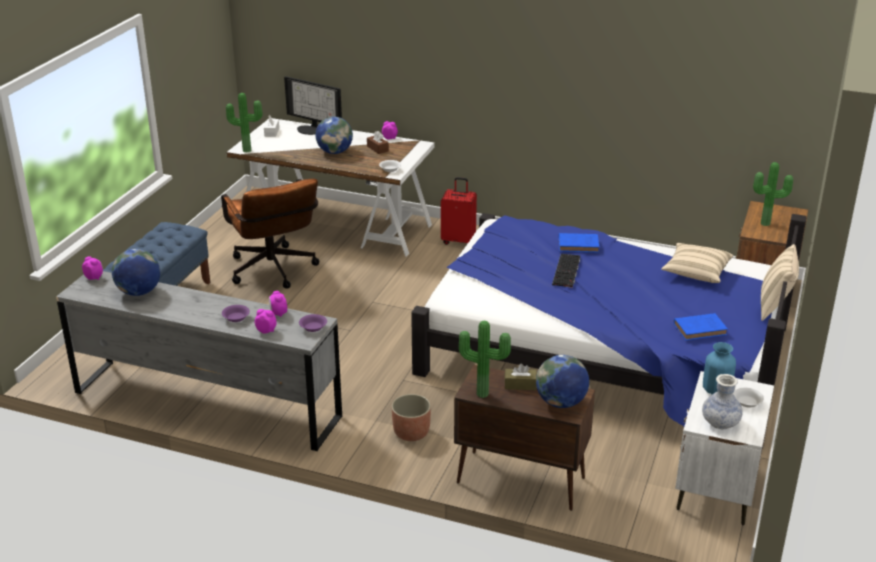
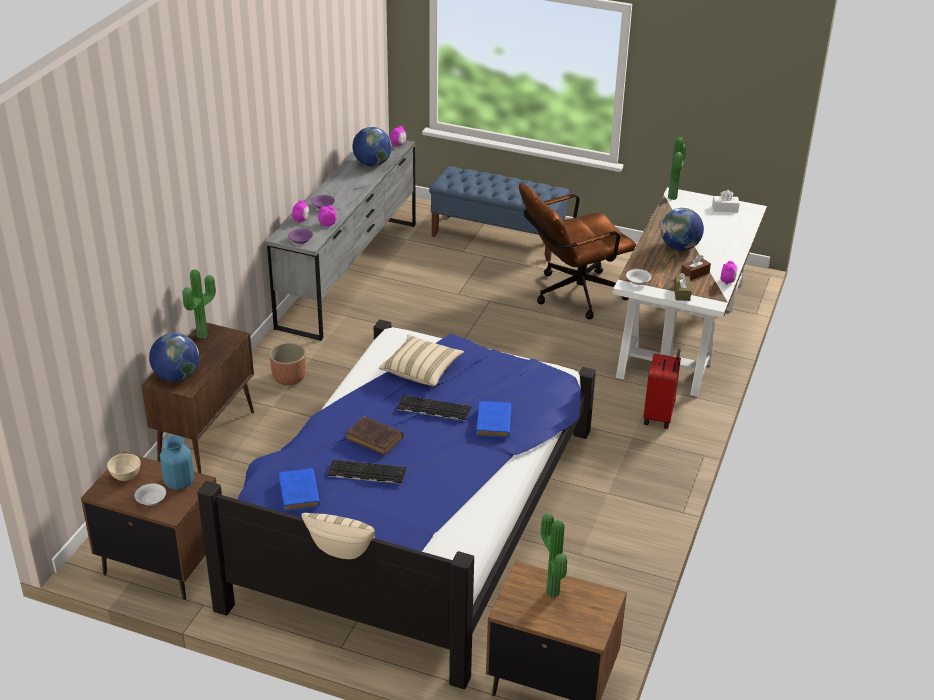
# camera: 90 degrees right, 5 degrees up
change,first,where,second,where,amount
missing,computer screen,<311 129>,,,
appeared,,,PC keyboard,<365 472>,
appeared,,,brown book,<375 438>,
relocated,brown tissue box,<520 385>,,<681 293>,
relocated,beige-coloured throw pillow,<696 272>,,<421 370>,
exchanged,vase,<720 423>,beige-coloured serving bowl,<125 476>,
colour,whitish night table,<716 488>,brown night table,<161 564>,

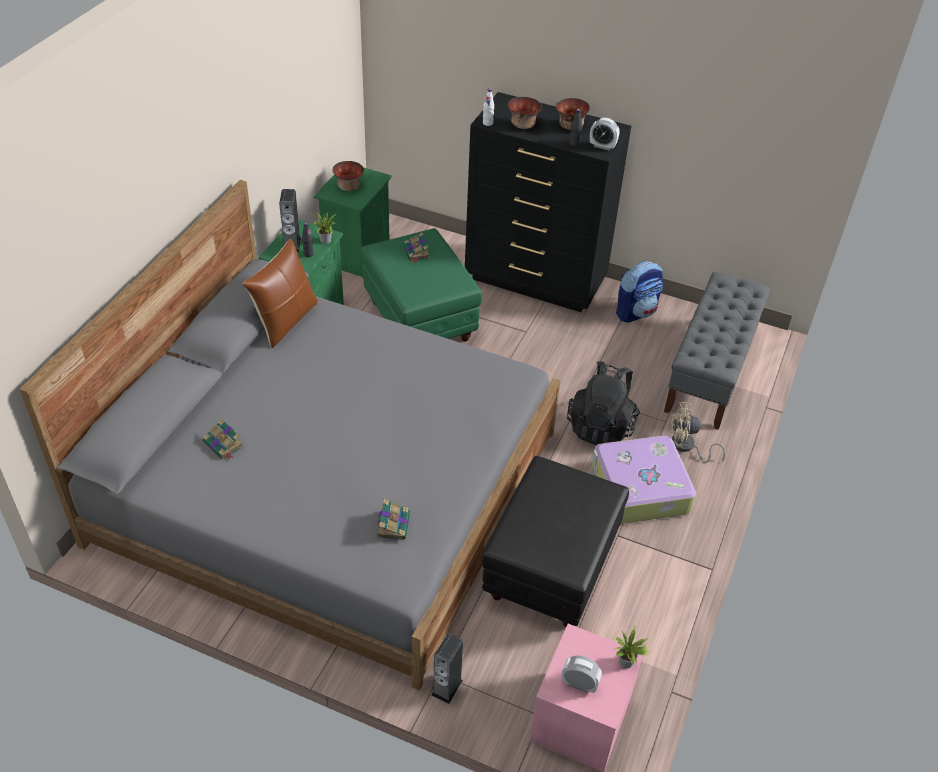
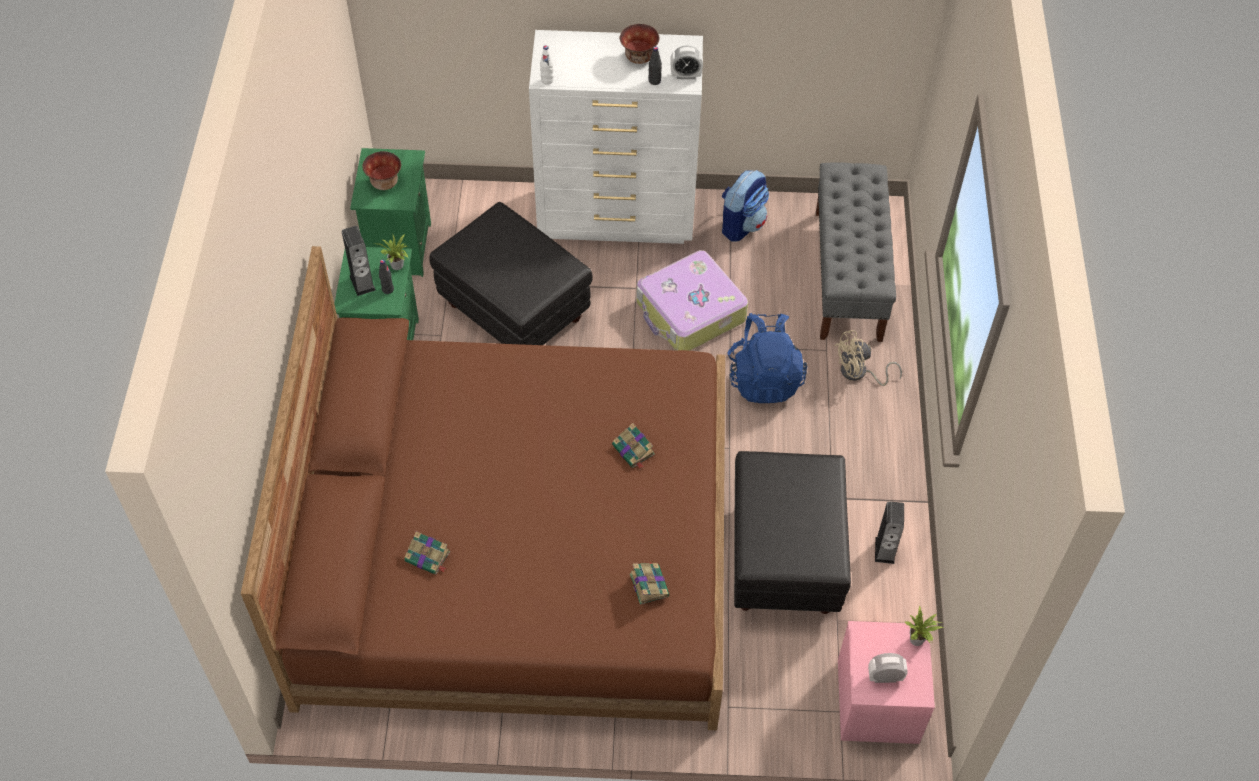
# camera: 20 degrees left, 10 degrees up
change,first,where,second,where,amount
missing,brown throw pillow,<285 321>,,,
missing,serving bowl,<522 125>,,,
relocated,book,<417 252>,,<634 450>,
relocated,loudspeaker,<447 687>,,<884 550>,
relocated,suitcase,<639 489>,,<690 312>,
colour,gray bed,<328 486>,brown bed,<517 547>,
colour,green-coloured ottoman,<420 320>,black ottoman,<515 311>,
colour,black drawer chest,<536 280>,whitish drawer chest,<617 218>,
colour,black rucksack,<601 426>,bluish rucksack,<764 378>,

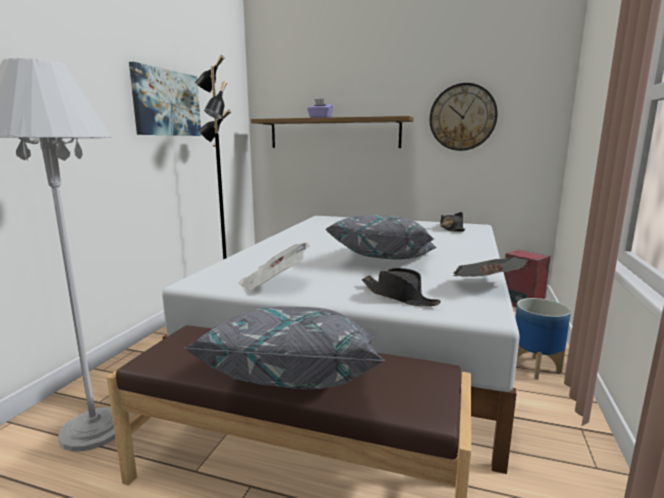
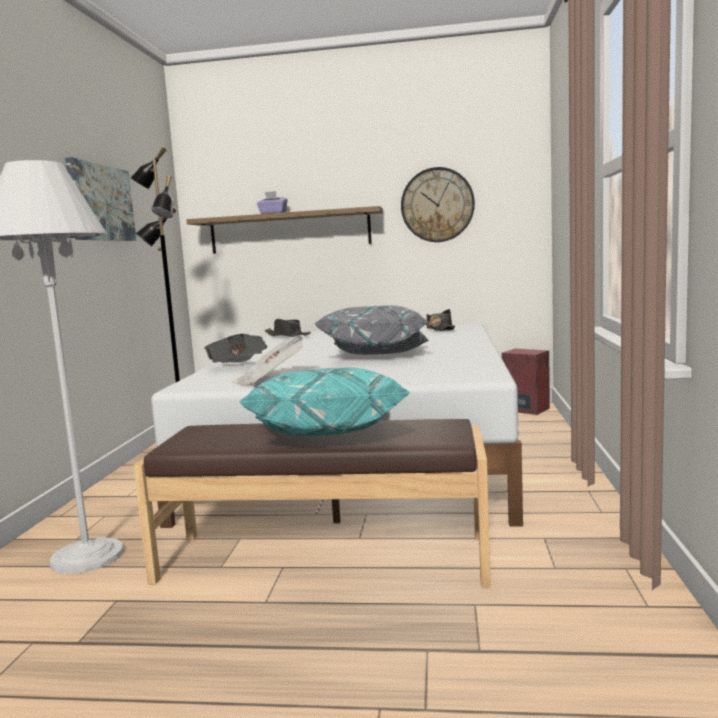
# camera: 10 degrees left, 5 degrees down
change,first,where,second,where,amount
missing,plant pot,<534 368>,,,
relocated,black clothing hat,<399 296>,,<288 336>,
relocated,printed paper,<486 286>,,<238 367>,
colour,gray throw pillow,<297 375>,blue-green throw pillow,<326 438>,

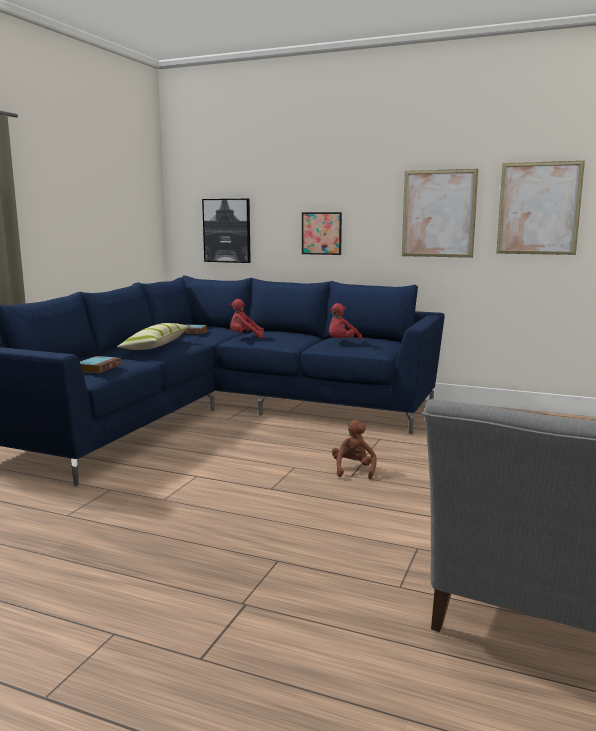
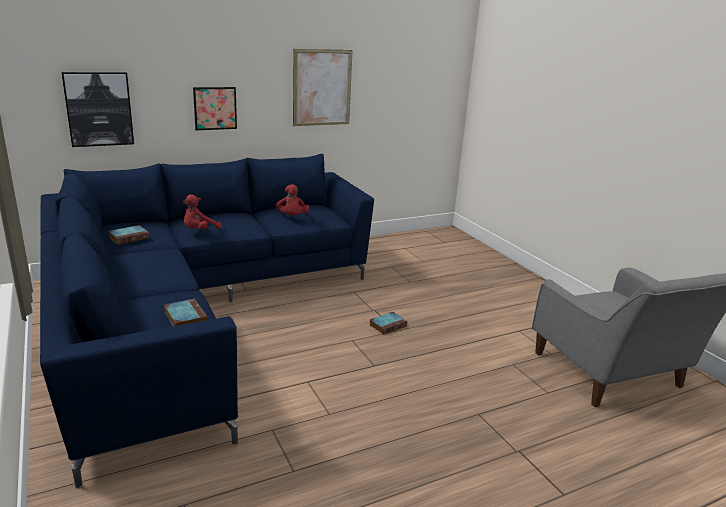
# camera: 50 degrees left, 10 degrees up
change,first,where,second,where,amount
missing,throw pillow,<156 346>,,,
missing,wall picture,<538 208>,,,
exchanged,brown plush toy,<353 470>,book,<388 325>,

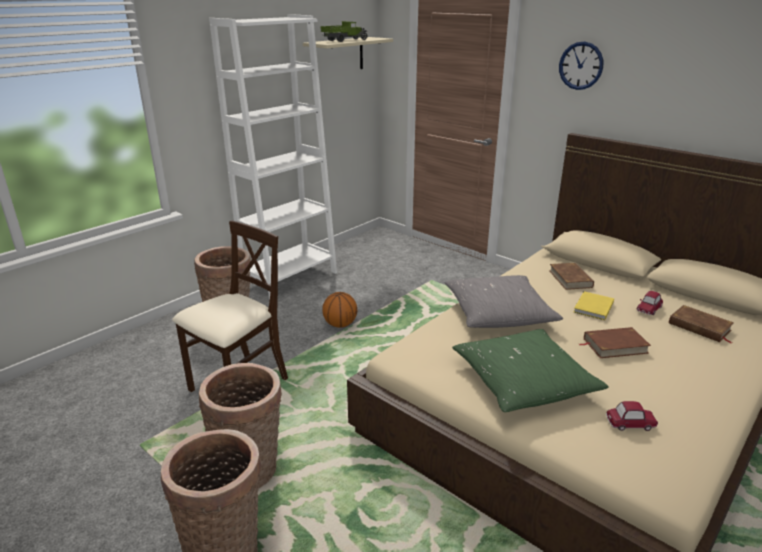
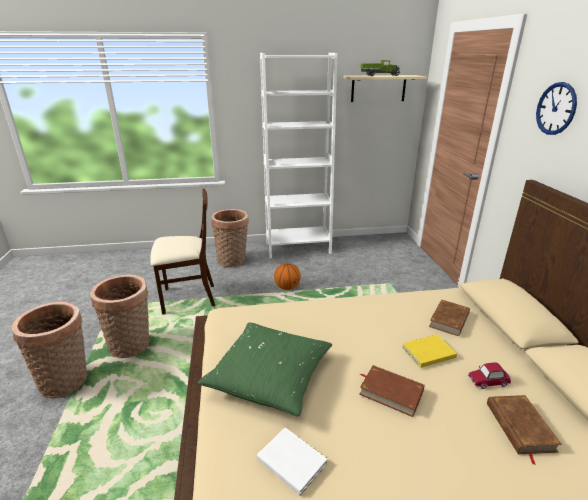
# camera: 40 degrees right, 0 degrees up
change,first,where,second,where,amount
missing,gray throw pillow,<498 313>,,,
exchanged,model car,<630 423>,whitish book,<291 459>,

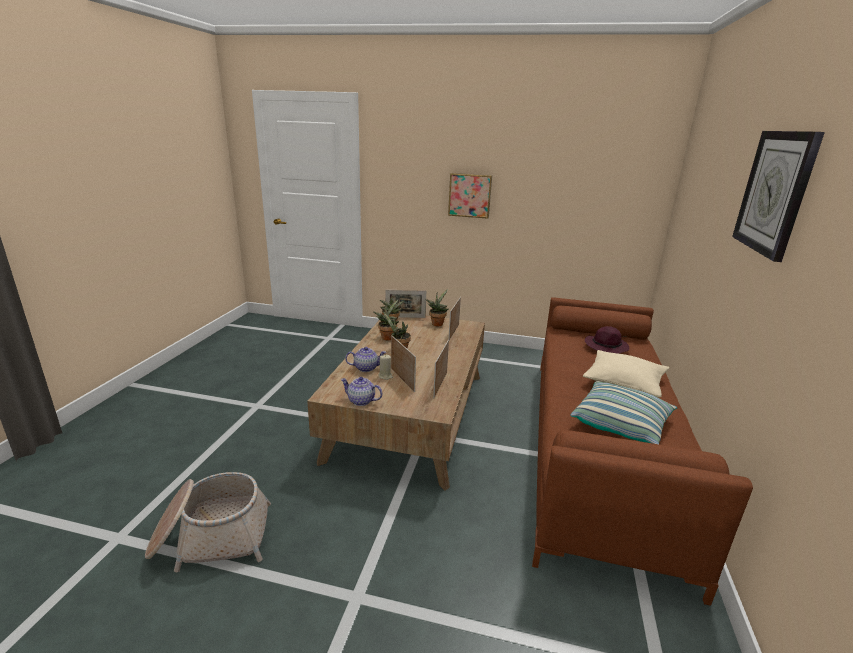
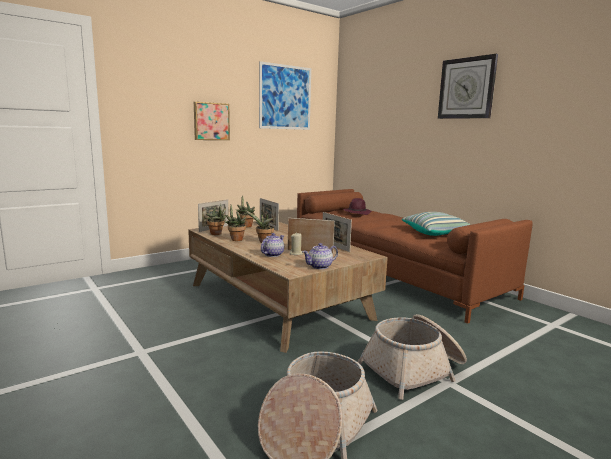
# camera: 50 degrees left, 10 degrees down
change,first,where,second,where,amount
missing,beige-coloured throw pillow,<624 383>,,,
appeared,,,wall picture,<285 97>,
appeared,,,storage basket,<414 370>,

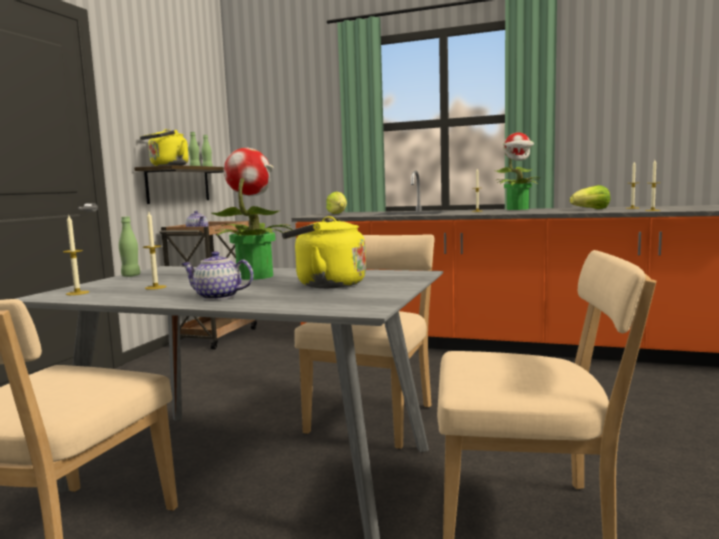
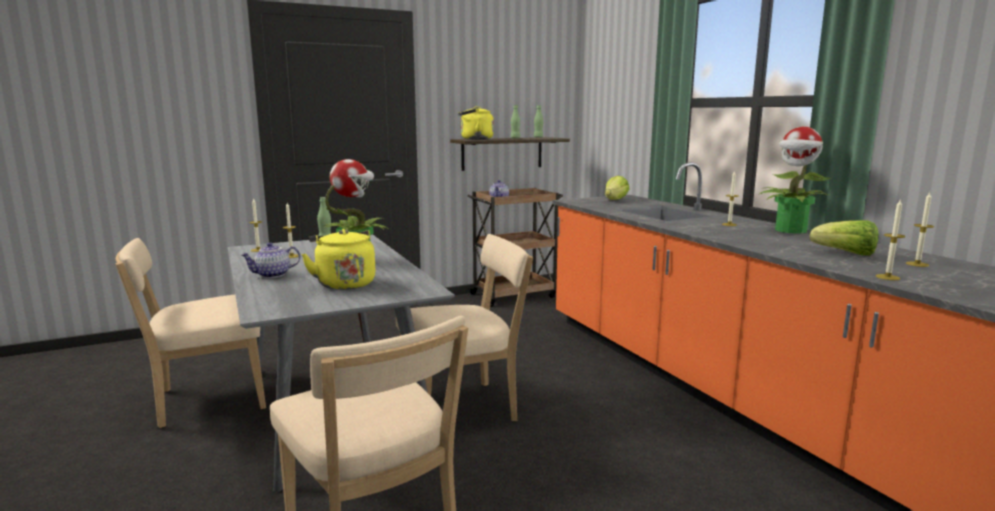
# camera: 45 degrees right, 5 degrees up
change,first,where,second,where,amount
spun,tea pot,<217 297>,,<272 275>,90 degrees counterclockwise

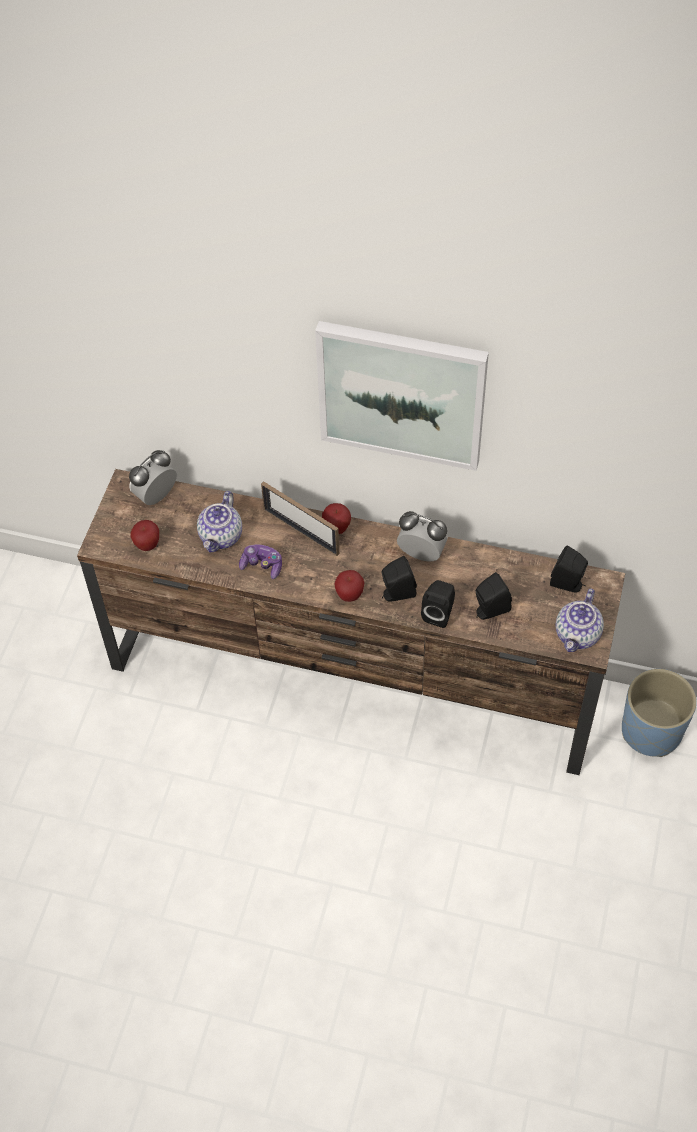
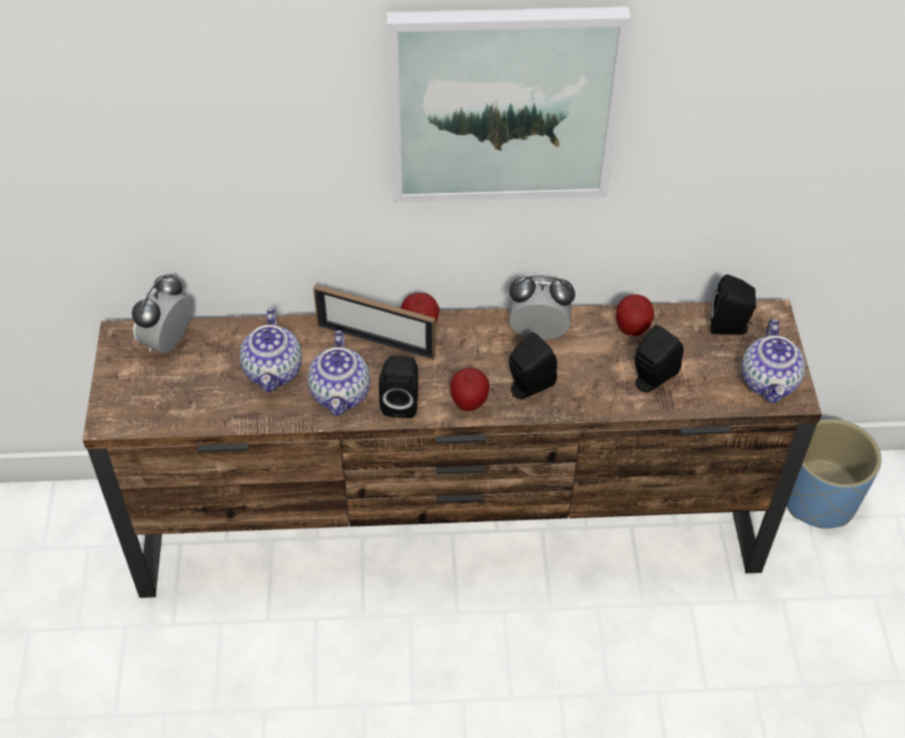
# camera: 20 degrees left, 5 degrees down
change,first,where,second,where,amount
relocated,apple fruit,<147 545>,,<632 329>,
relocated,black loudspeaker,<439 613>,,<401 401>,
exchanged,joypad,<262 565>,tea pot,<341 394>,

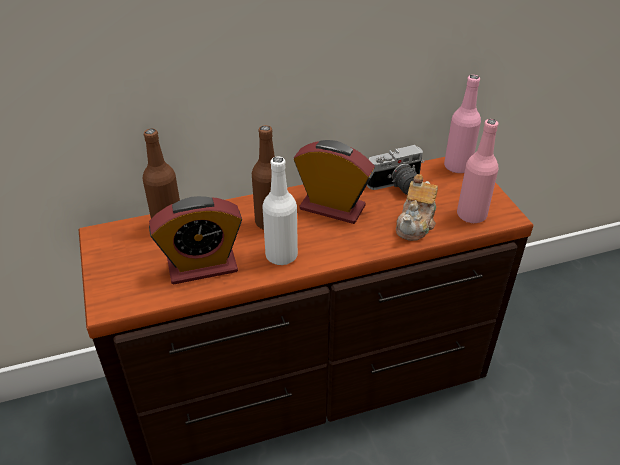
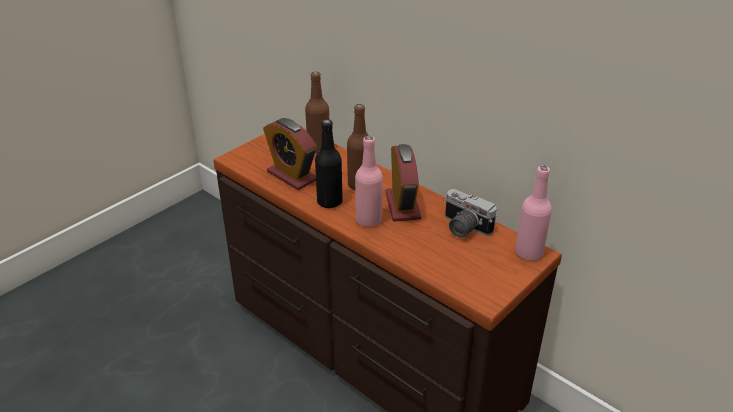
# camera: 60 degrees right, 5 degrees down
change,first,where,second,where,amount
missing,tea pot,<416 224>,,,
relocated,pink-coloured drink bottle,<471 215>,,<368 220>,
colour,whitish drink bottle,<281 255>,black drink bottle,<329 202>,

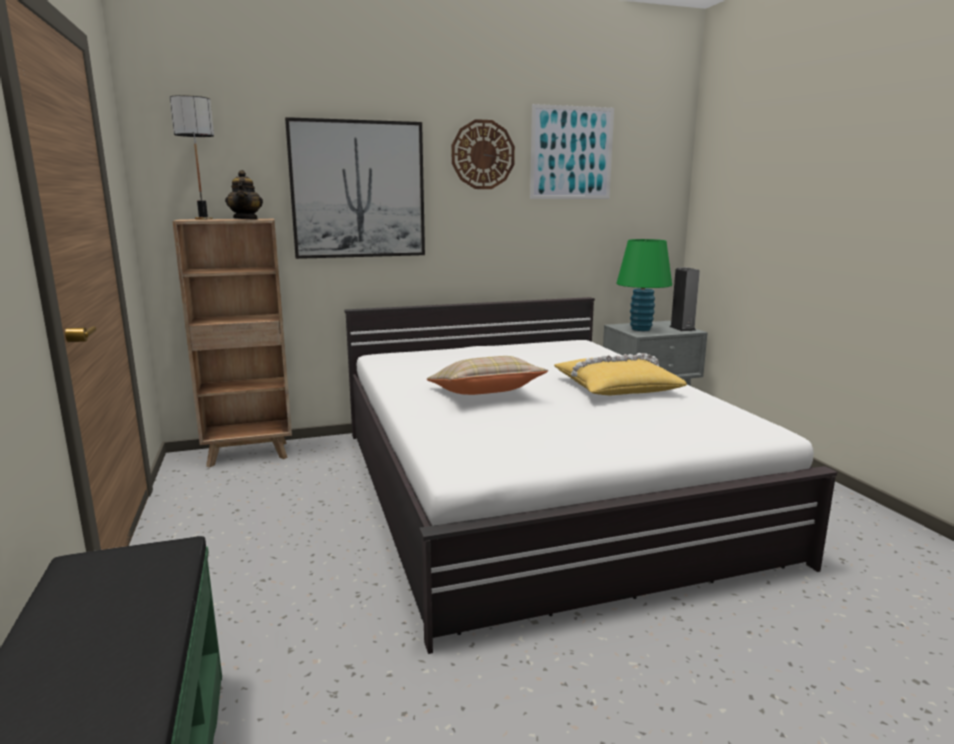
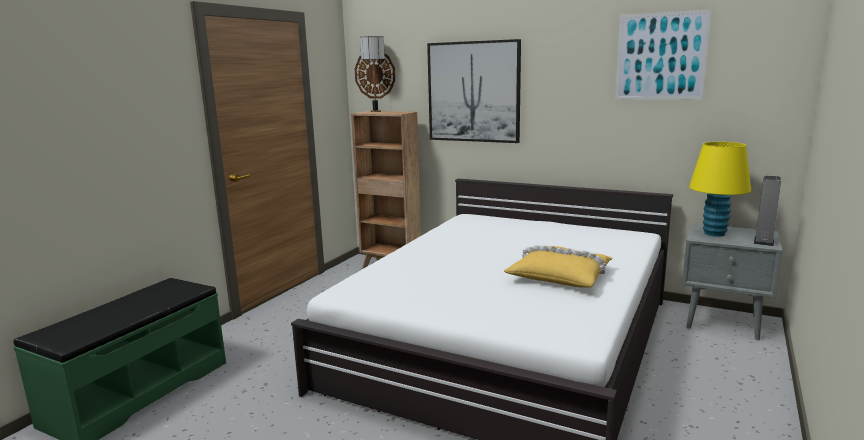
# camera: 45 degrees right, 0 degrees up
change,first,where,second,where,amount
missing,tea pot,<246 219>,,,
missing,beige-coloured throw pillow,<484 395>,,,
relocated,hanging clock,<483 155>,,<375 74>,
colour,green-coloured lamp for a table,<640 329>,yellow-coloured lamp for a table,<714 233>,

